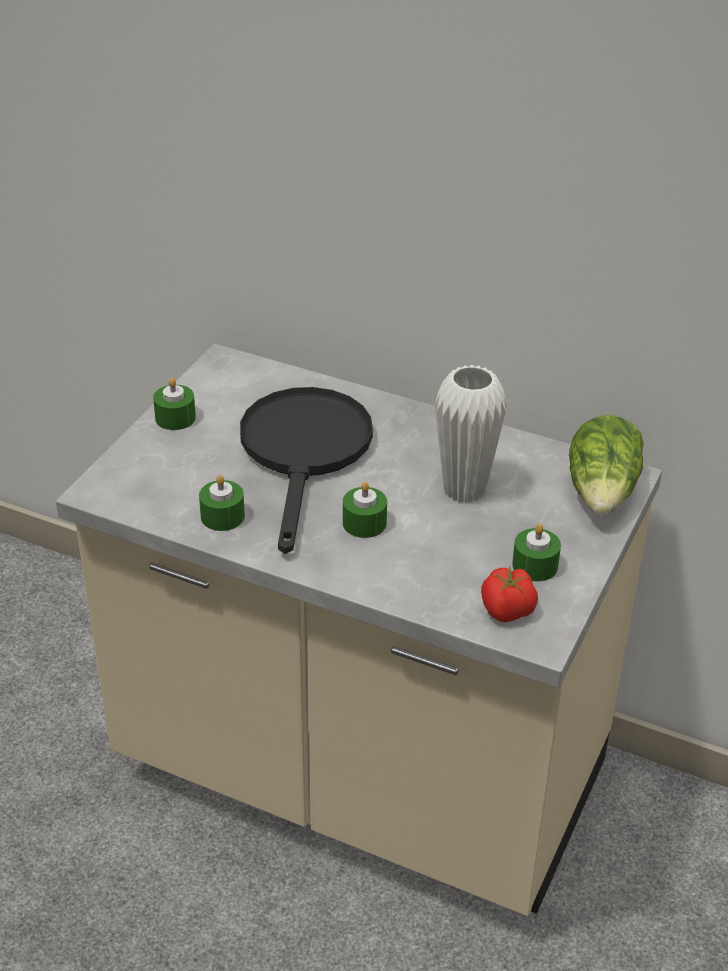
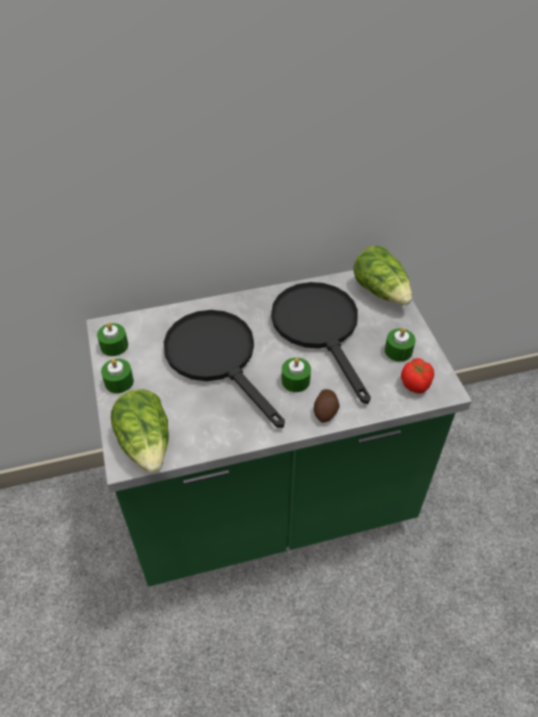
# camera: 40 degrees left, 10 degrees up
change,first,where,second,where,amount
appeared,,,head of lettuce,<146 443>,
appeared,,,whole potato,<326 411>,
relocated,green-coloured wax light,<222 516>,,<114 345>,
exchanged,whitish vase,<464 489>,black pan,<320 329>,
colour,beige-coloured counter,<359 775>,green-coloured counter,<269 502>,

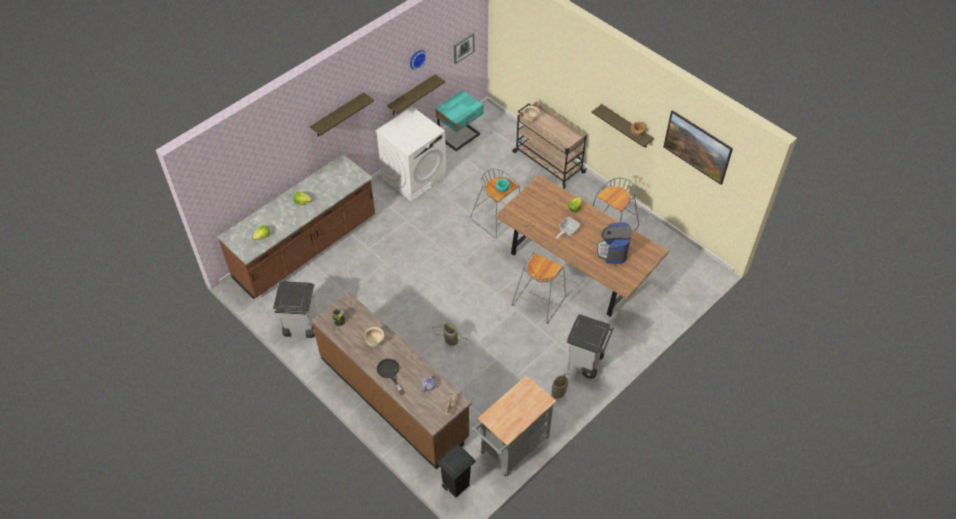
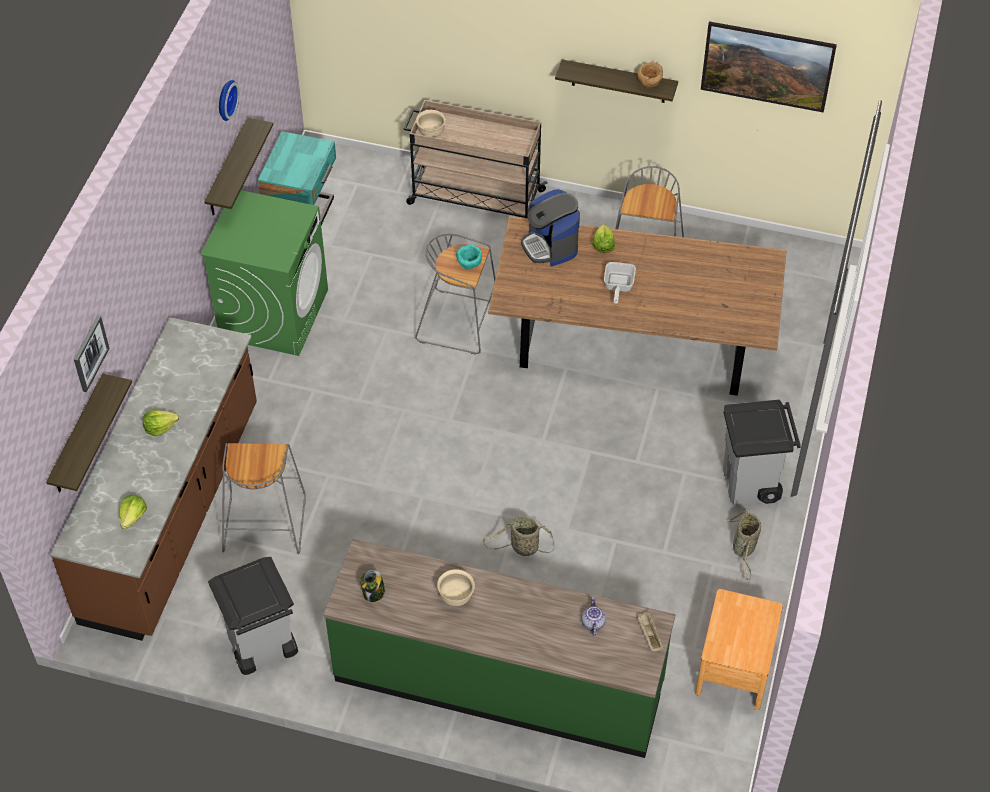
# camera: 30 degrees left, 0 degrees up
change,first,where,second,where,amount
missing,black pan,<390 373>,,,
missing,black trash can,<456 485>,,,
relocated,shelf,<338 115>,,<78 437>,
relocated,wall picture,<463 48>,,<90 353>,
relocated,gray stool,<538 301>,,<263 523>,
relocated,coffee machine,<613 251>,,<550 246>,
exchanged,gray cart,<511 449>,brown night table,<735 666>,
colour,brown counter,<394 397>,green-coloured counter,<499 682>,
colour,whitish laundry machine,<414 177>,green-coloured laundry machine,<274 313>,

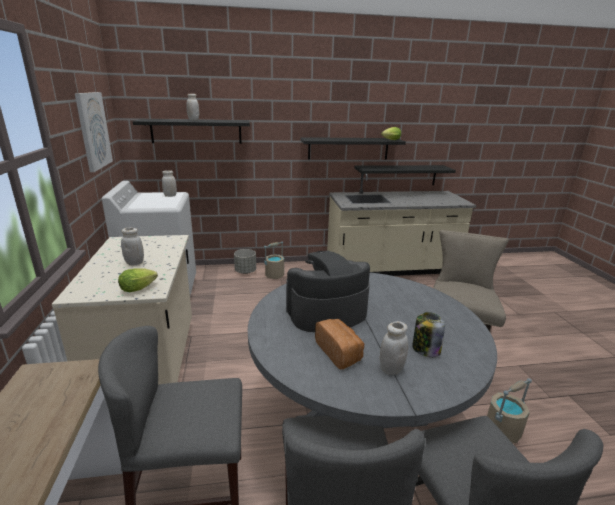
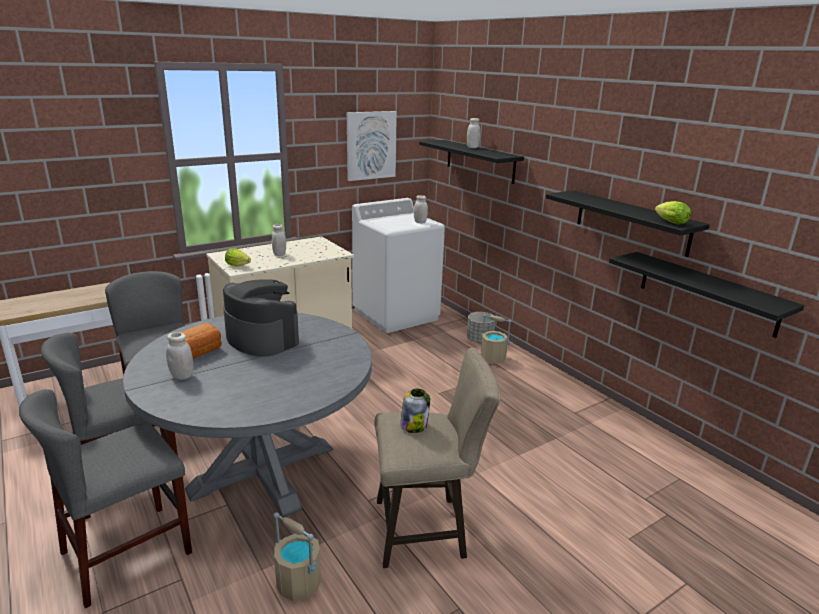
# camera: 65 degrees right, 0 degrees up
change,first,where,second,where,amount
missing,beige-coloured counter,<391 268>,,,
relocated,preserve jar,<425 349>,,<414 425>,

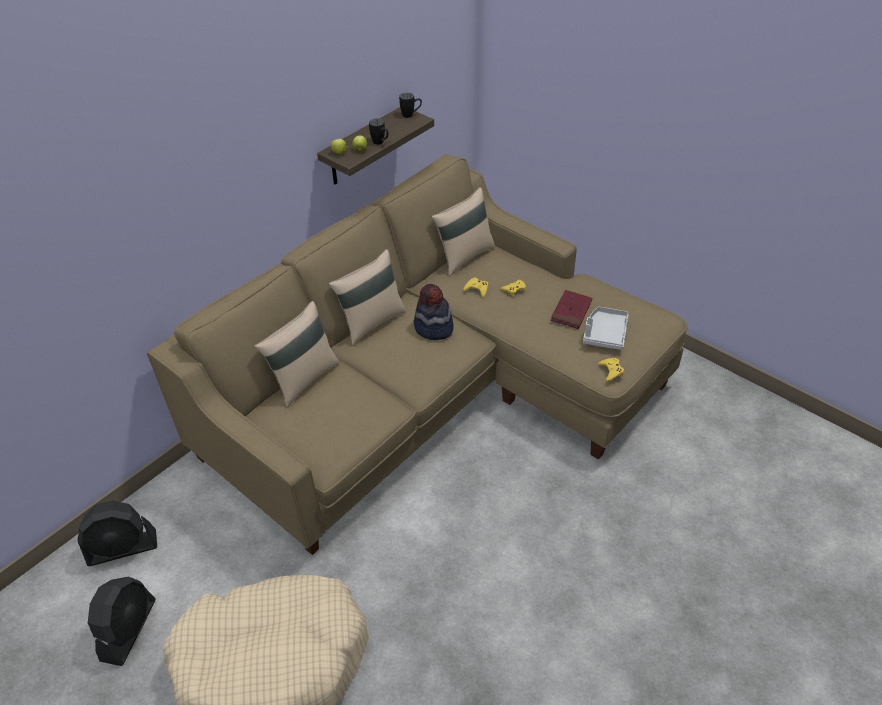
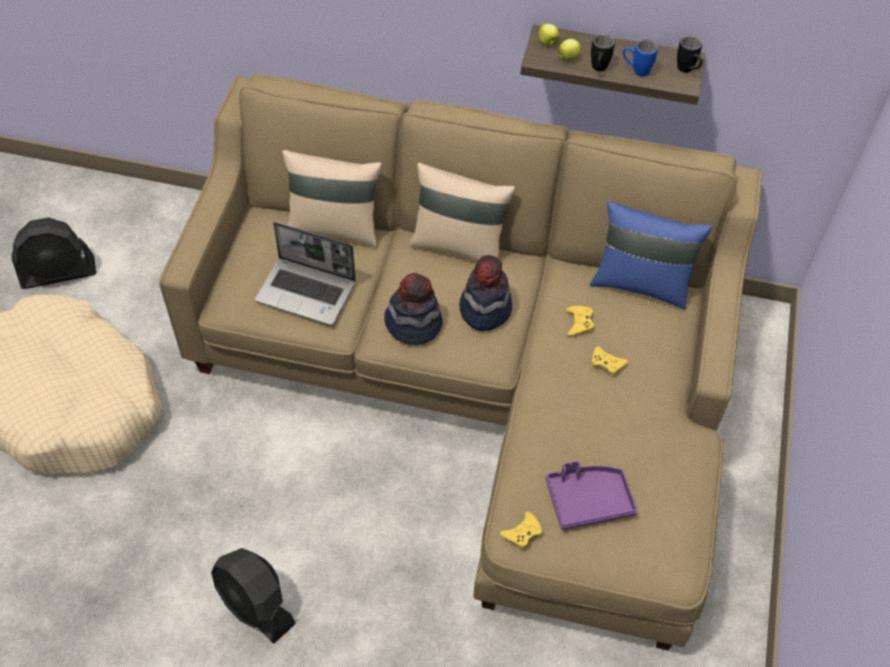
# camera: 60 degrees right, 10 degrees up
change,first,where,second,where,amount
missing,red book,<571 311>,,,
appeared,,,laptop,<307 291>,
appeared,,,clothing hat,<413 323>,
appeared,,,bluish mug,<636 70>,
relocated,black electric fan,<123 548>,,<255 604>,
colour,beige-coloured throw pillow,<464 256>,bluish throw pillow,<640 284>,
colour,gray tray,<604 333>,purple-coloured tray,<588 500>,

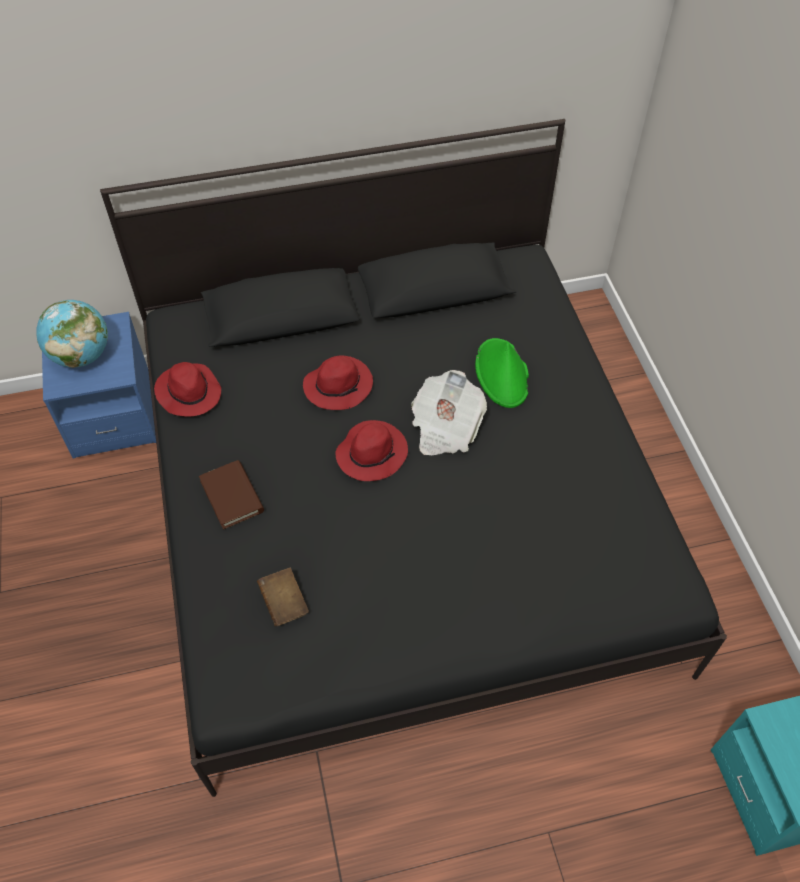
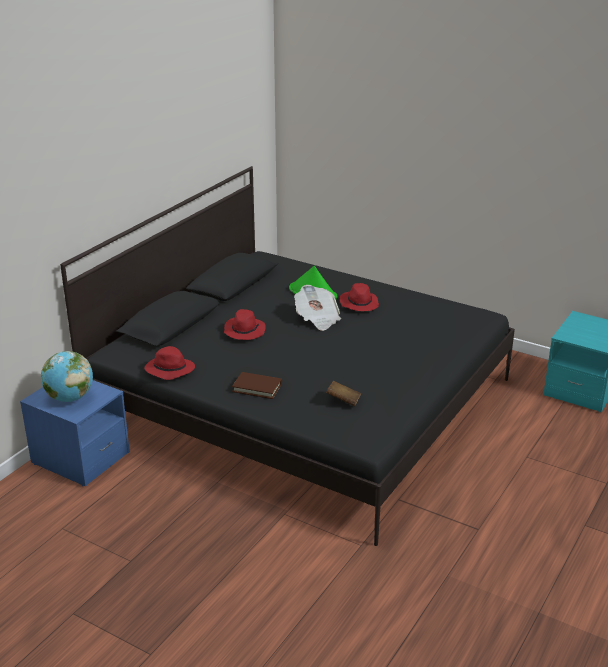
# camera: 45 degrees left, 25 degrees down
change,first,where,second,where,amount
relocated,red clothing hat,<372 453>,,<359 304>,

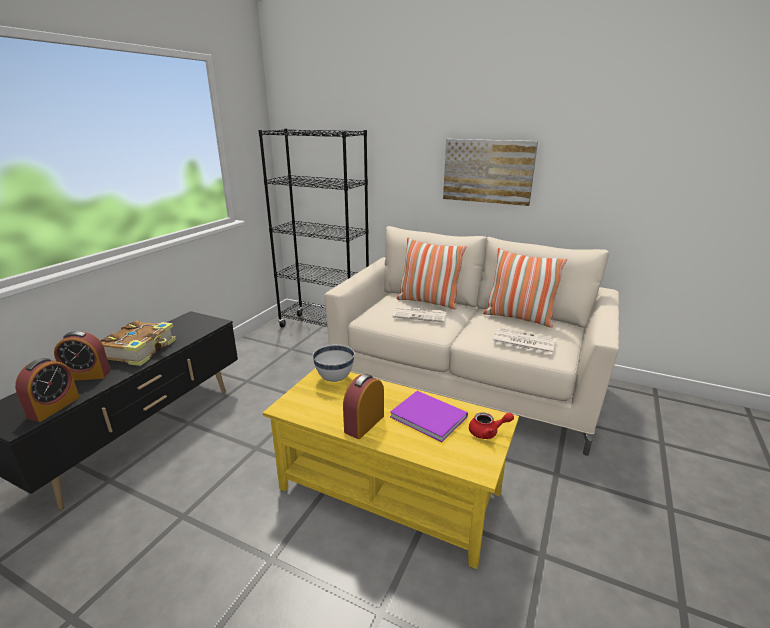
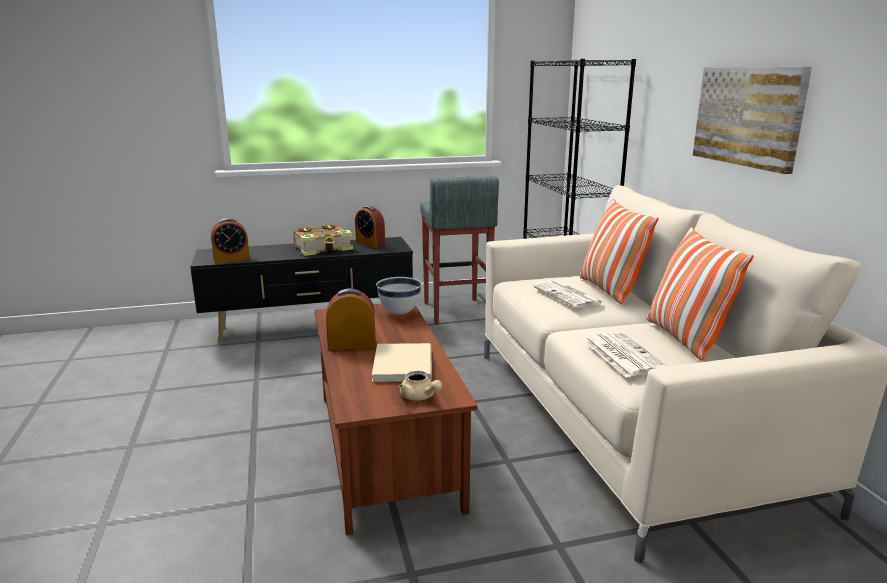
# camera: 50 degrees right, 5 degrees down
change,first,where,second,where,amount
appeared,,,gray stool,<455 311>,
relocated,alarm clock,<87 375>,,<370 244>,
colour,yellow-coloured lounge table,<390 490>,brown lounge table,<386 448>,
colour,purple-coloured book,<427 415>,beige-coloured book,<405 363>,
colour,red tea pot,<487 432>,beige-coloured tea pot,<420 397>,

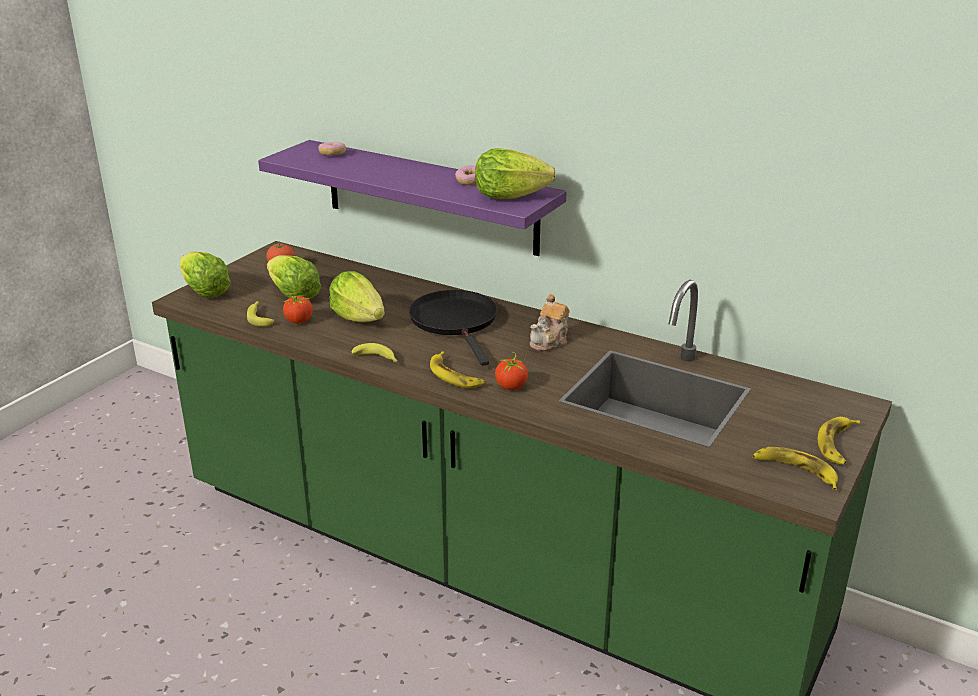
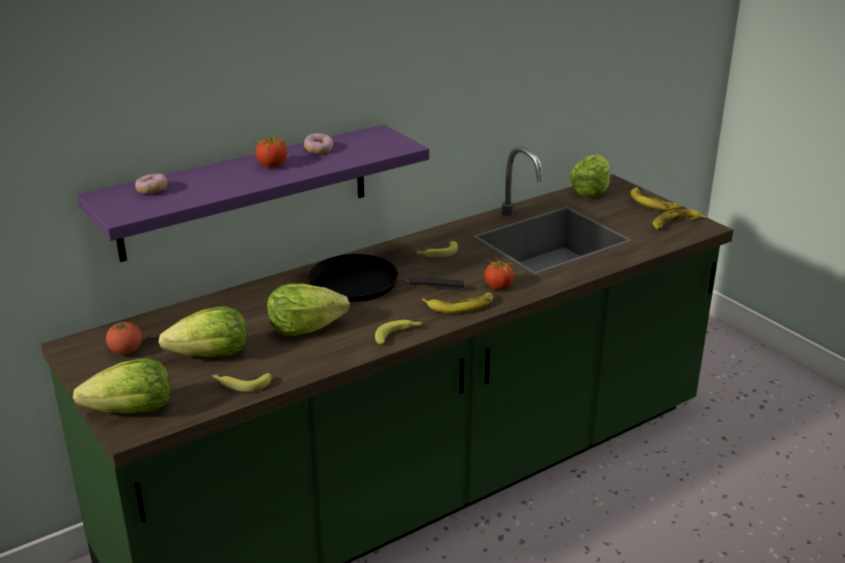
# camera: 65 degrees left, 0 degrees up
change,first,where,second,where,amount
relocated,whole tomato,<299 321>,,<272 165>,
relocated,head of lettuce,<509 196>,,<590 191>,
exchanged,tea pot,<550 341>,banana,<436 254>,

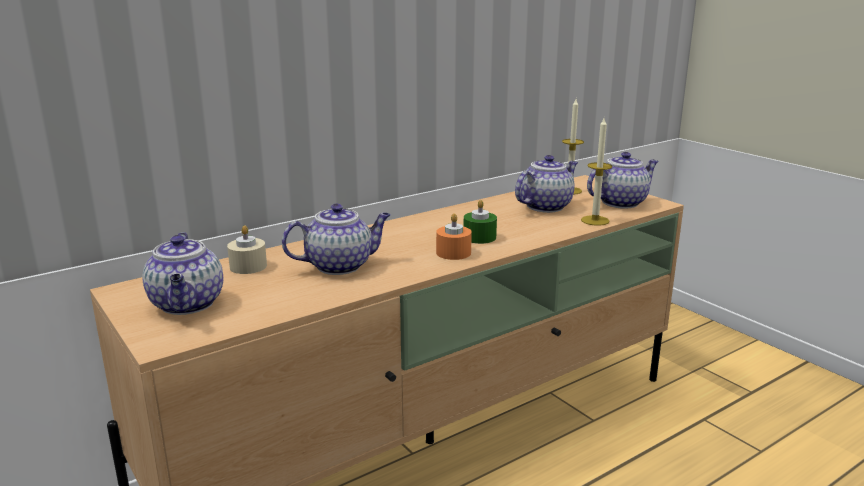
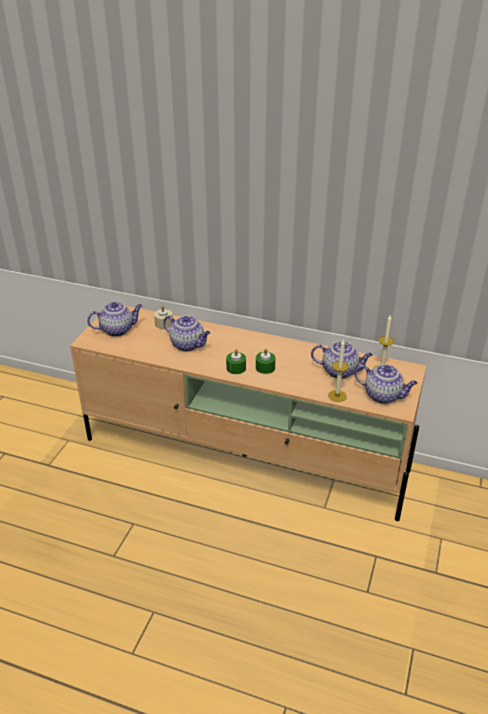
# camera: 55 degrees right, 15 degrees up
change,first,where,second,where,amount
colour,orange-coloured wax light,<453 253>,green-coloured wax light,<236 368>,
spun,tea pot,<188 305>,,<118 330>,150 degrees counterclockwise

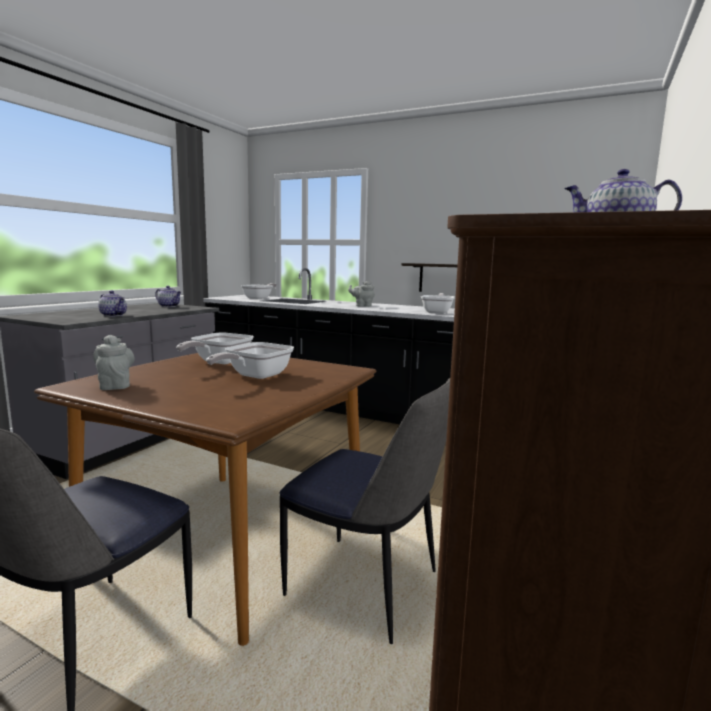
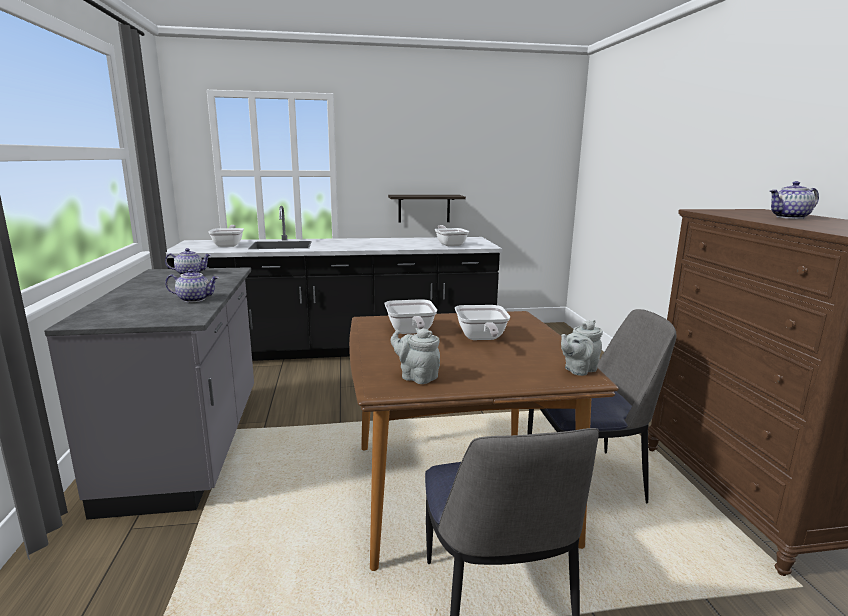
# camera: 35 degrees left, 5 degrees up
change,first,where,second,where,amount
relocated,gray tea pot,<362 306>,,<578 370>,

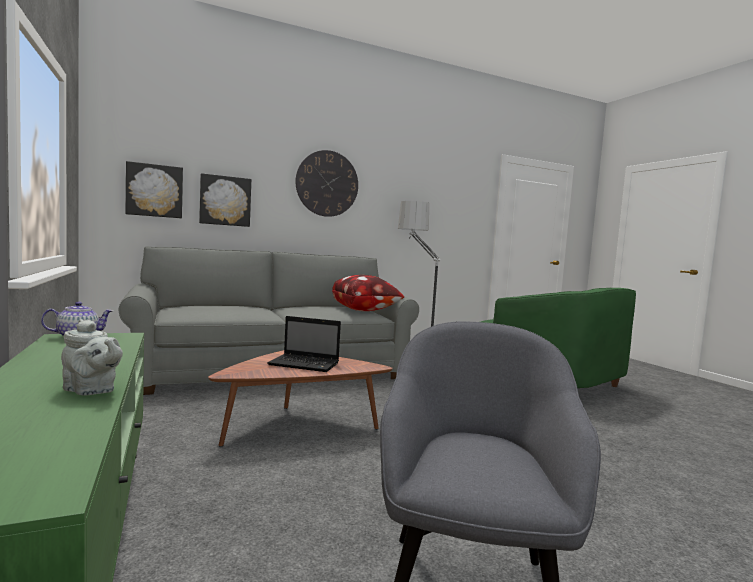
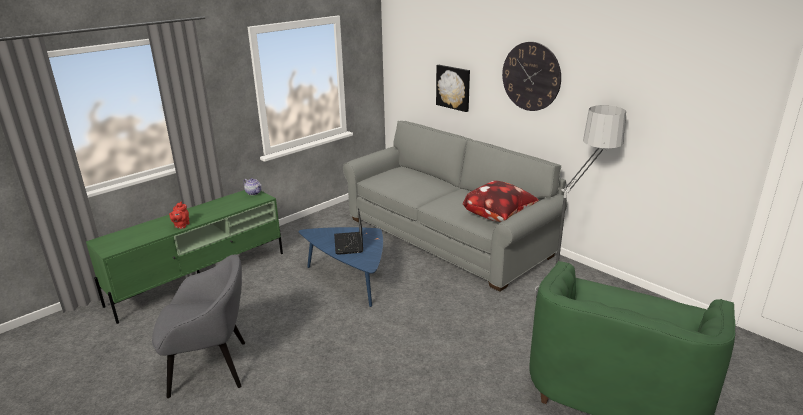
# camera: 70 degrees right, 20 degrees up
change,first,where,second,where,amount
missing,wall picture,<154 190>,,,
colour,gray tea pot,<91 391>,red tea pot,<181 226>,
colour,brown lounge table,<297 426>,bluish lounge table,<350 279>,

